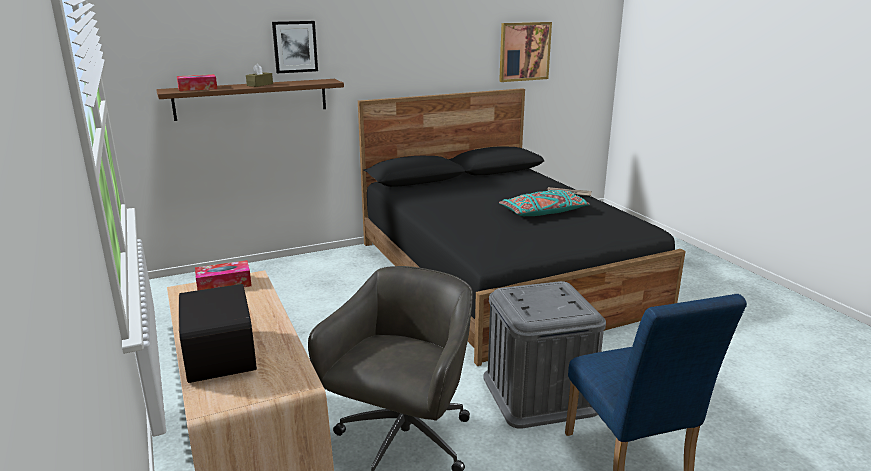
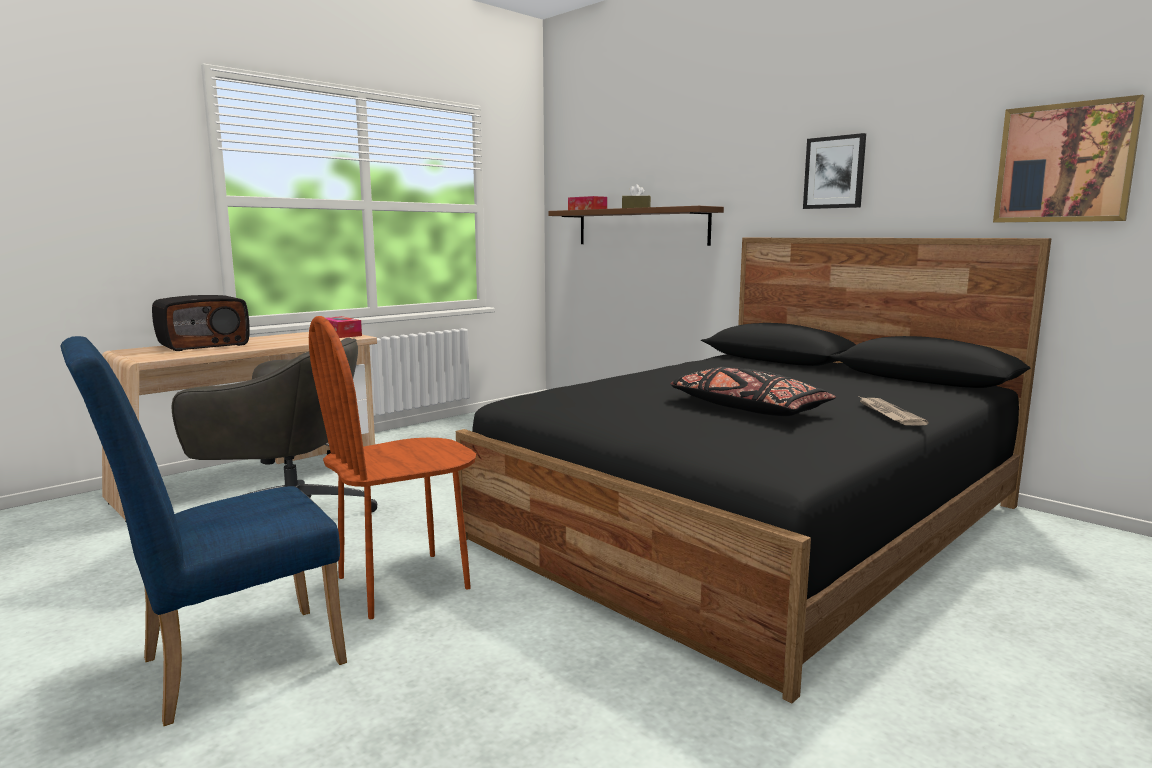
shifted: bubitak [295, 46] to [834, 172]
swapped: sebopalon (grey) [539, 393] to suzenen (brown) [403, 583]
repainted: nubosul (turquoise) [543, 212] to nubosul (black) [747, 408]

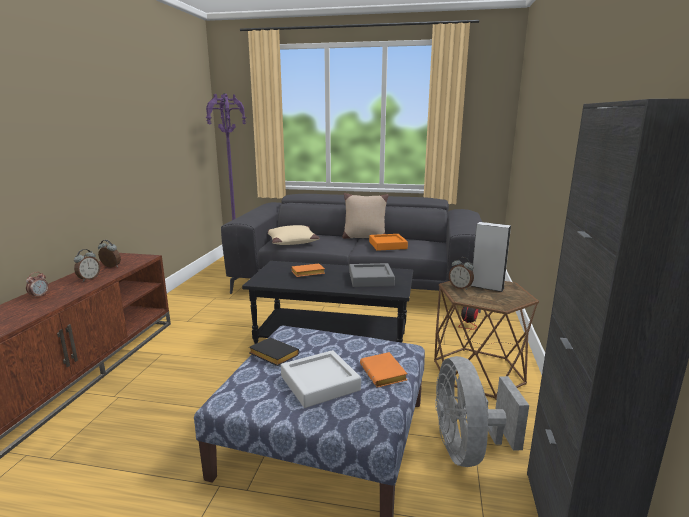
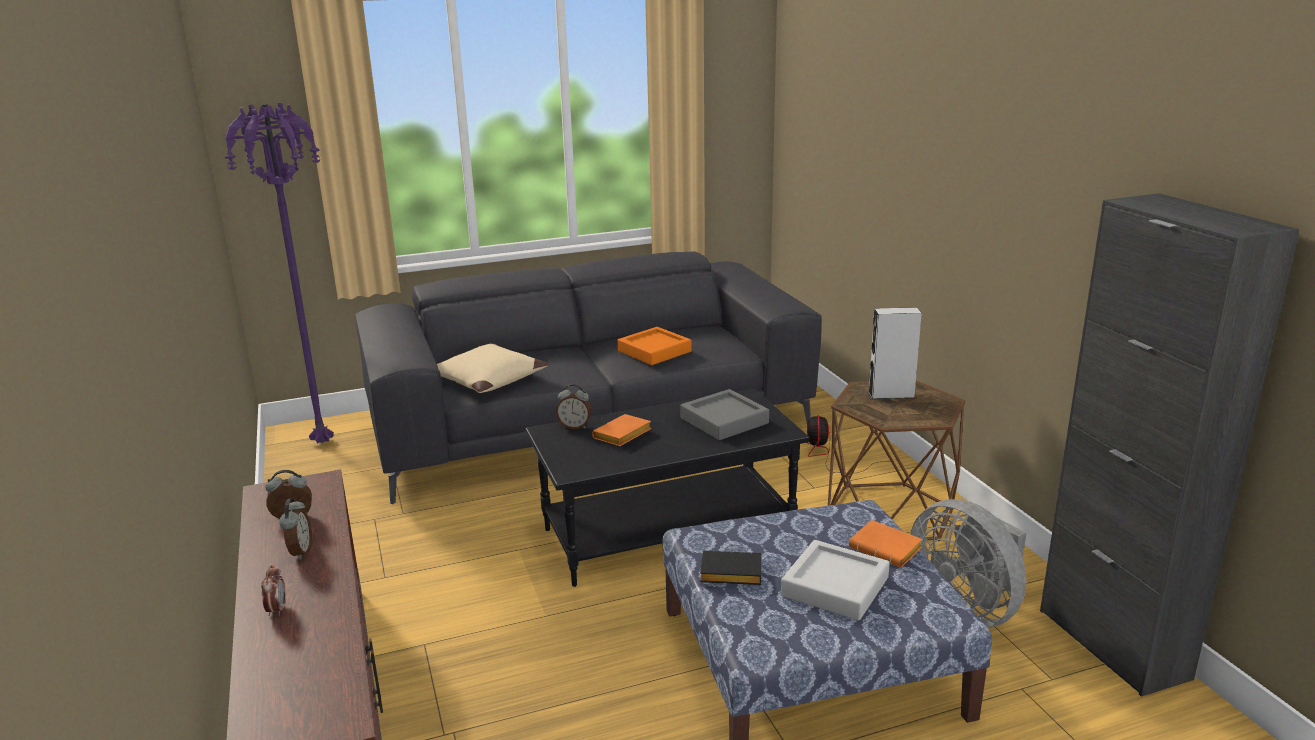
gone: nubosul (beige) [364, 238]
shifted: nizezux [460, 287] to [575, 426]

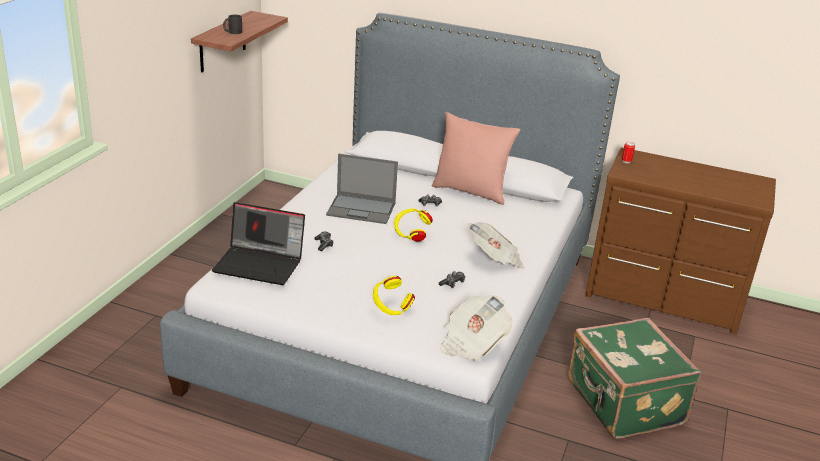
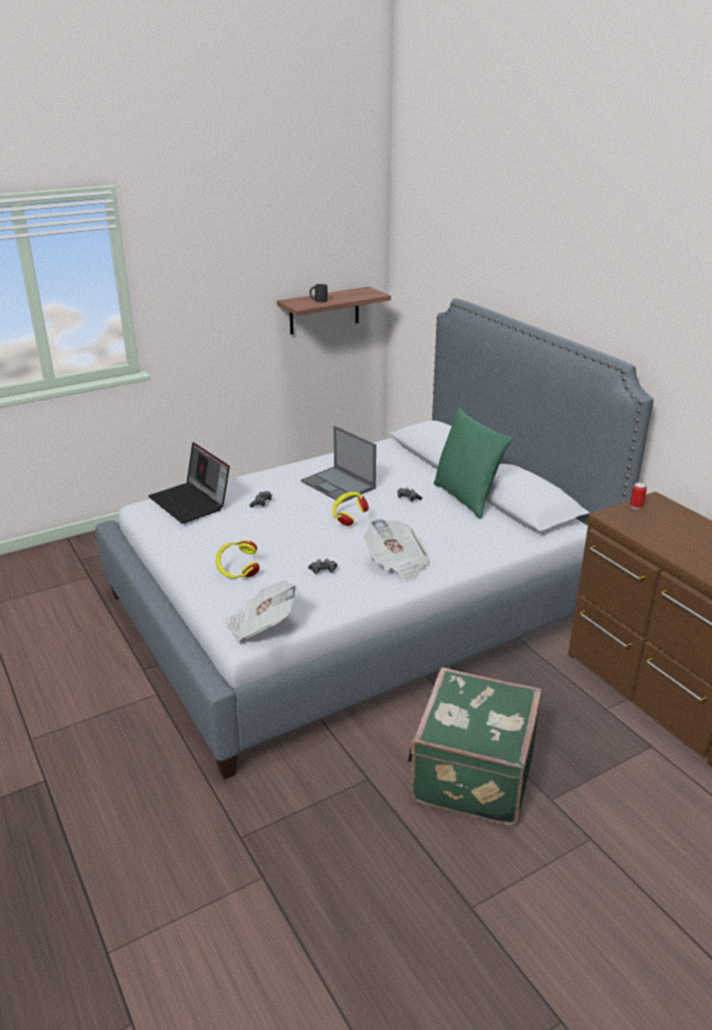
repainted: nubosul (pink) [470, 191] to nubosul (green) [466, 498]

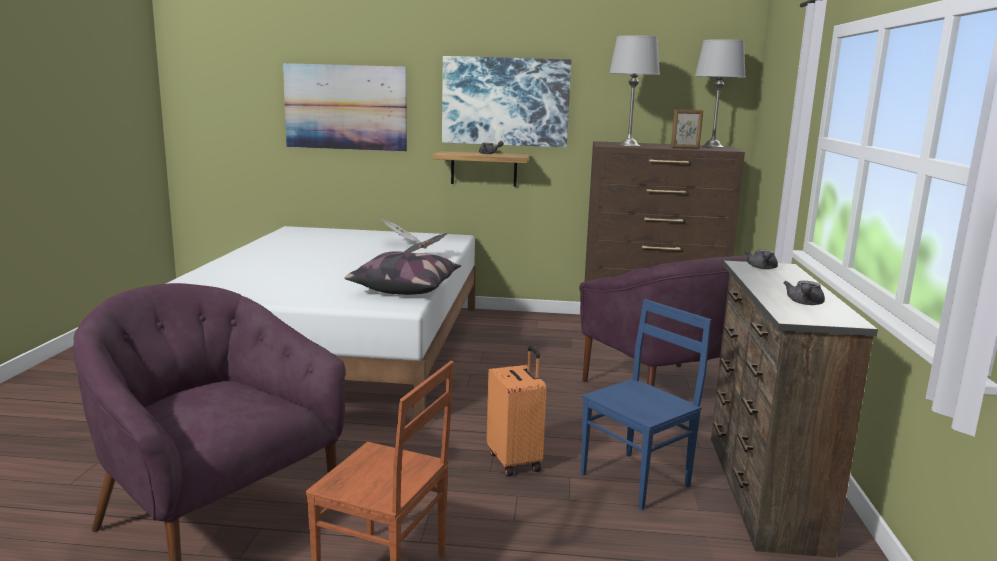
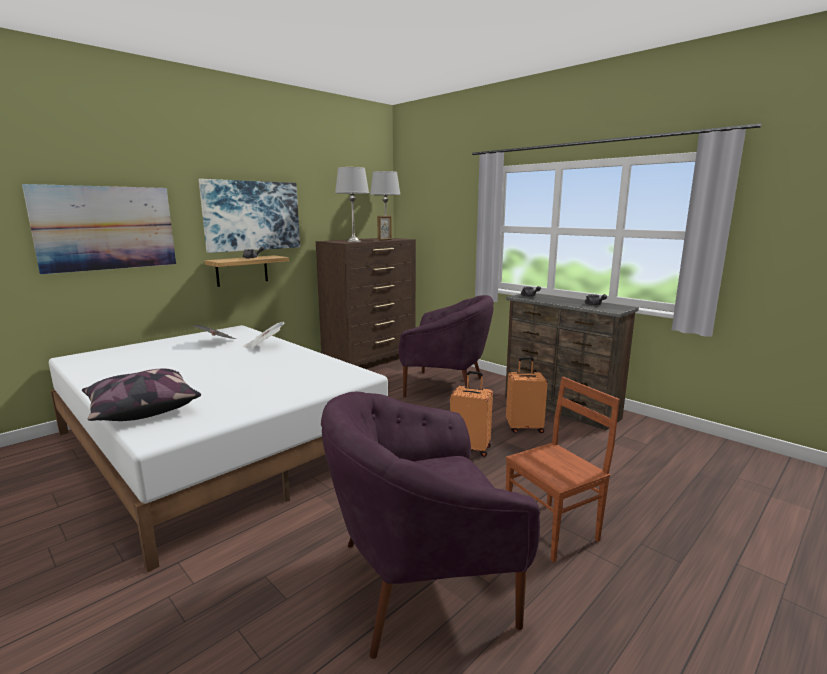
shifted: nubosul [405, 288] to [142, 409]
swapped: suzenen (blue) [637, 480] to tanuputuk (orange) [524, 428]

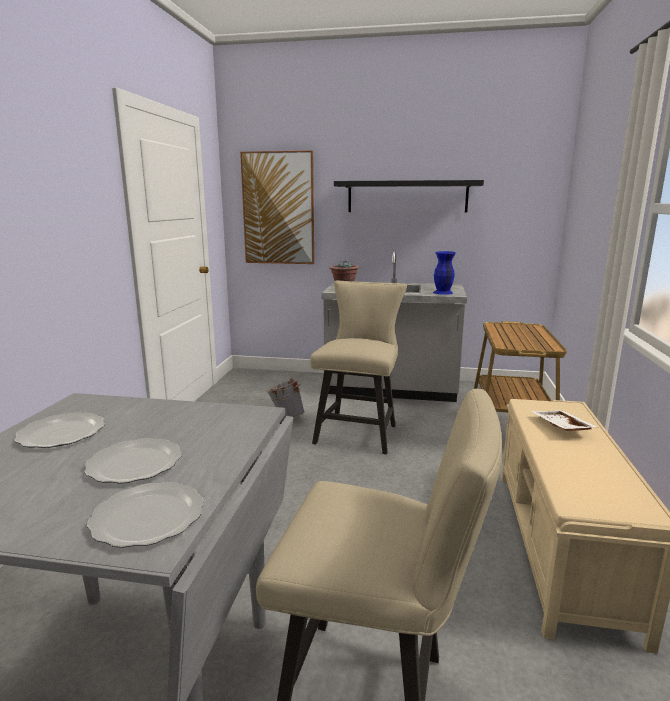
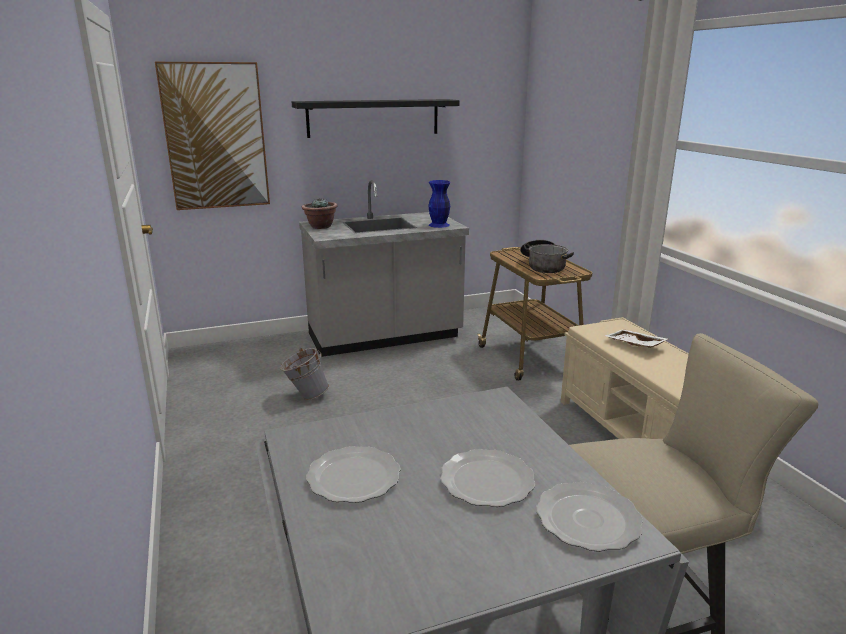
gone: suzenen (beige) [359, 432]
new: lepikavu [543, 266]

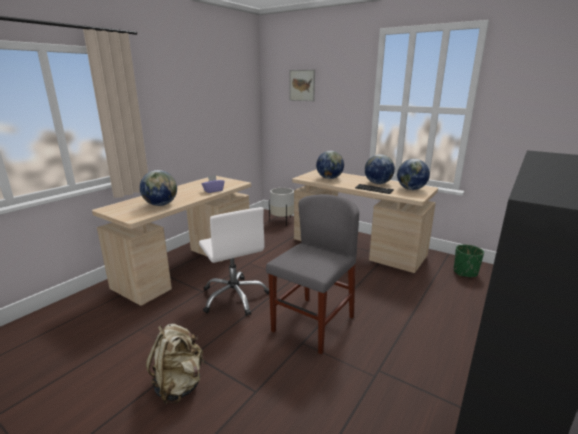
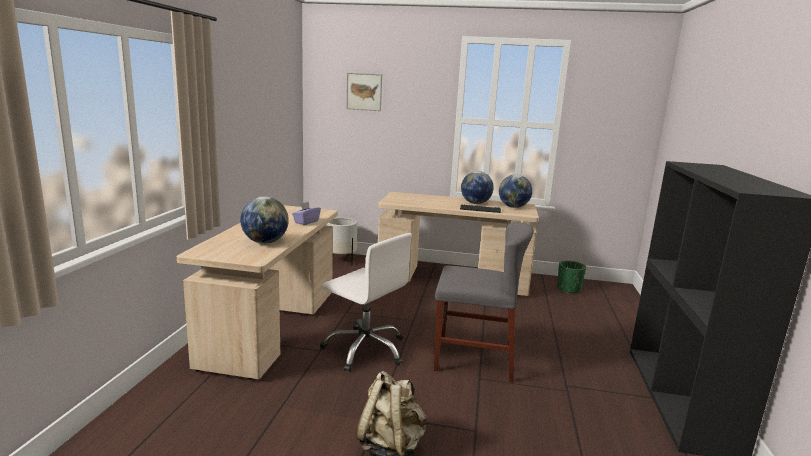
gone: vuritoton [329, 178]
rotated: suzenen (grey) [313, 324] = [474, 359] 90 degrees clockwise

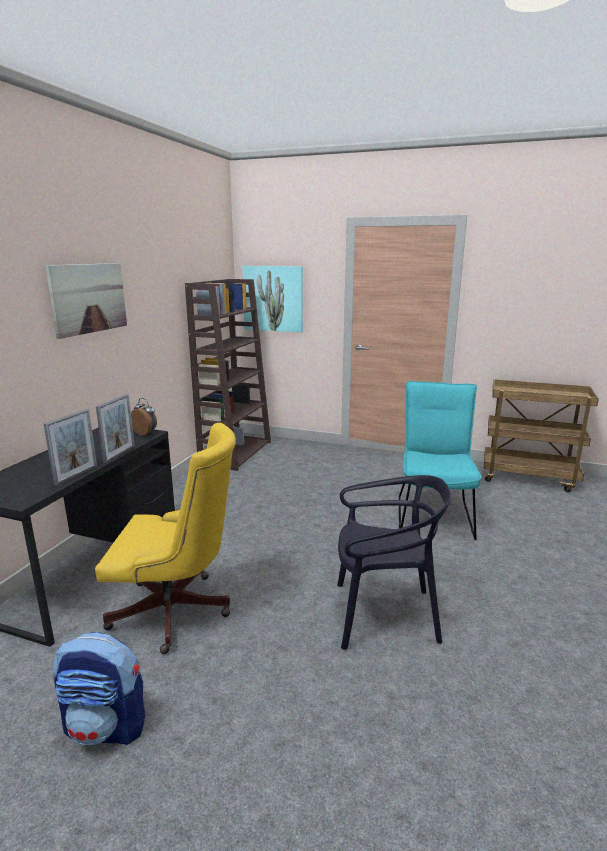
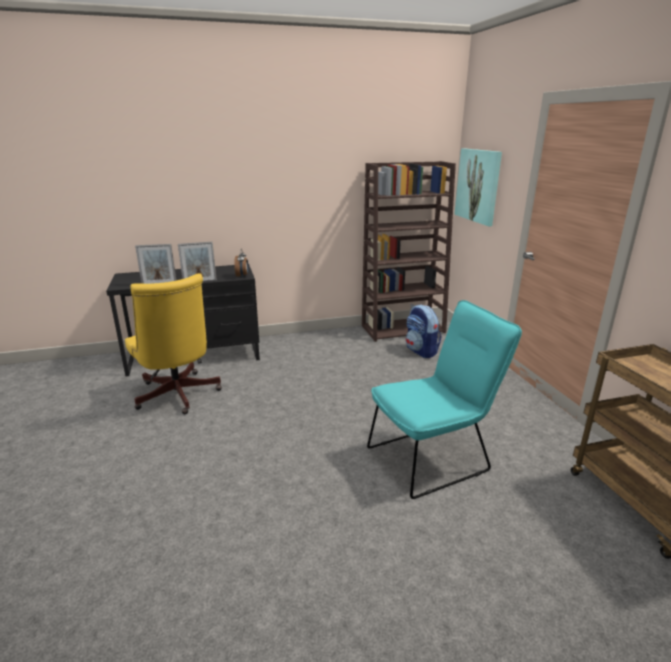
gone: bubitak [89, 298]; suzenen (black) [383, 615]
shifted: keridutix [107, 726] to [421, 351]

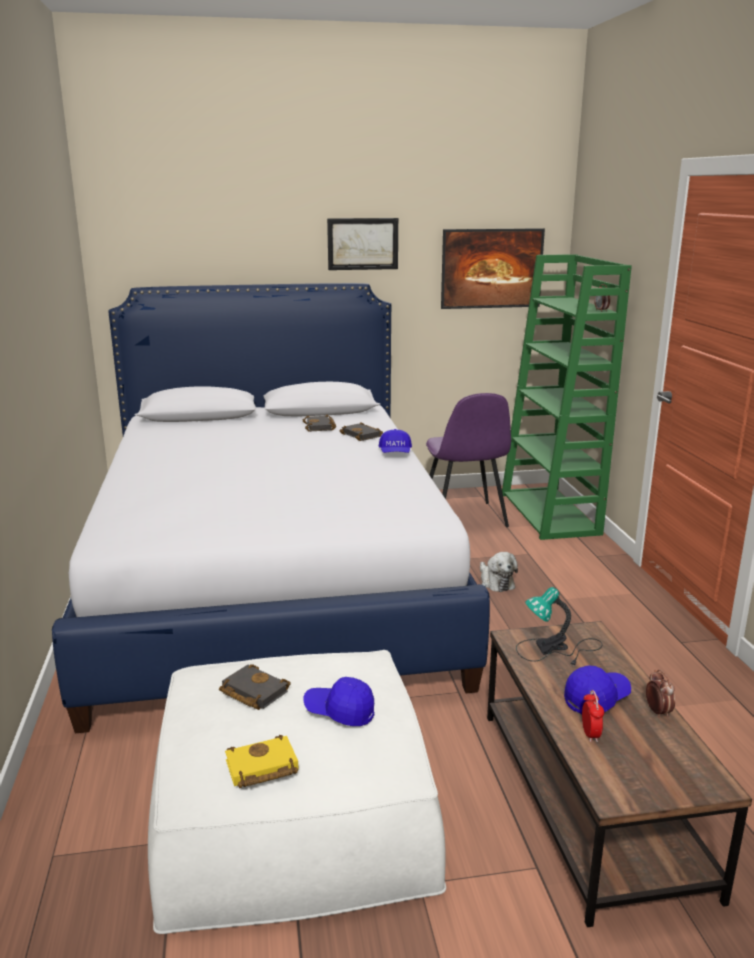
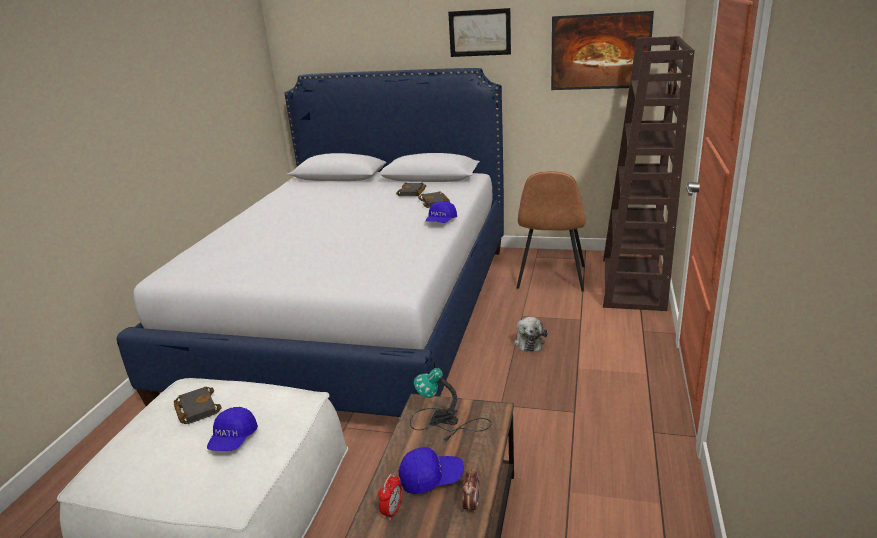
gone: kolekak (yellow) [260, 768]
repainted: suzenen (purple) [463, 518] to suzenen (brown) [551, 278]; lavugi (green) [550, 514] to lavugi (brown) [633, 284]
rotated: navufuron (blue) [340, 712] = [233, 439] 120 degrees counterclockwise

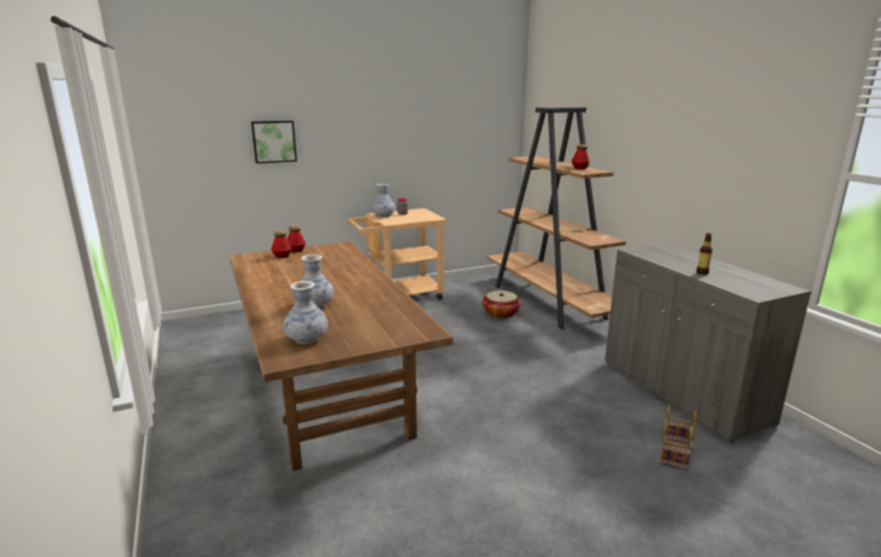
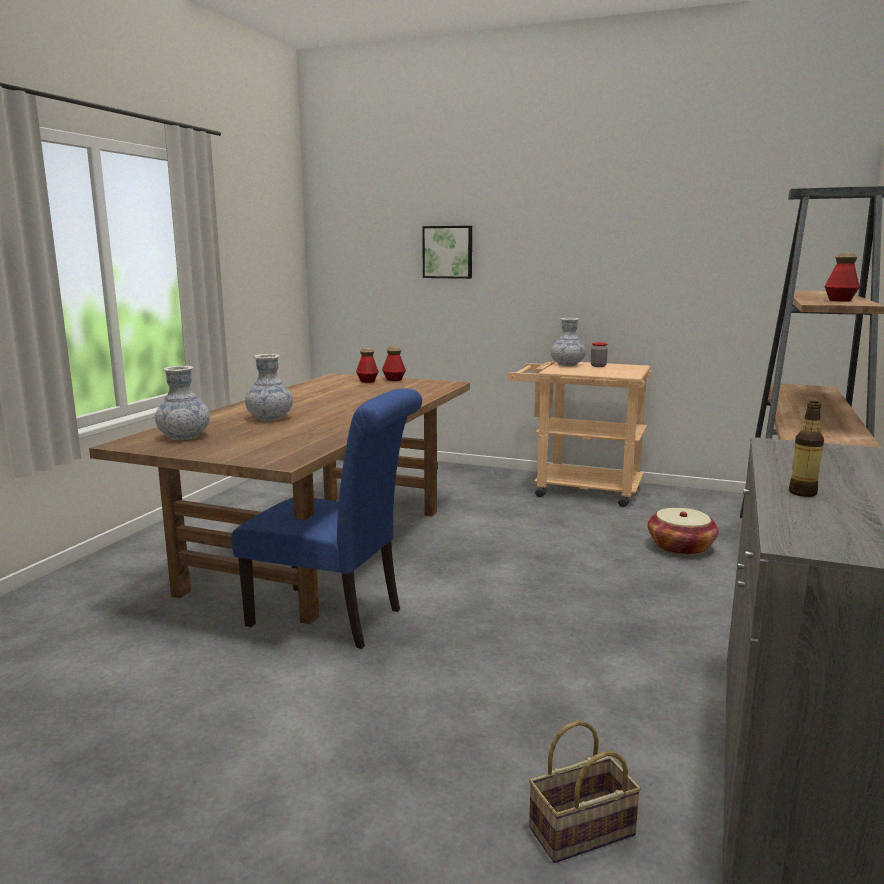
new: suzenen (blue) [334, 618]

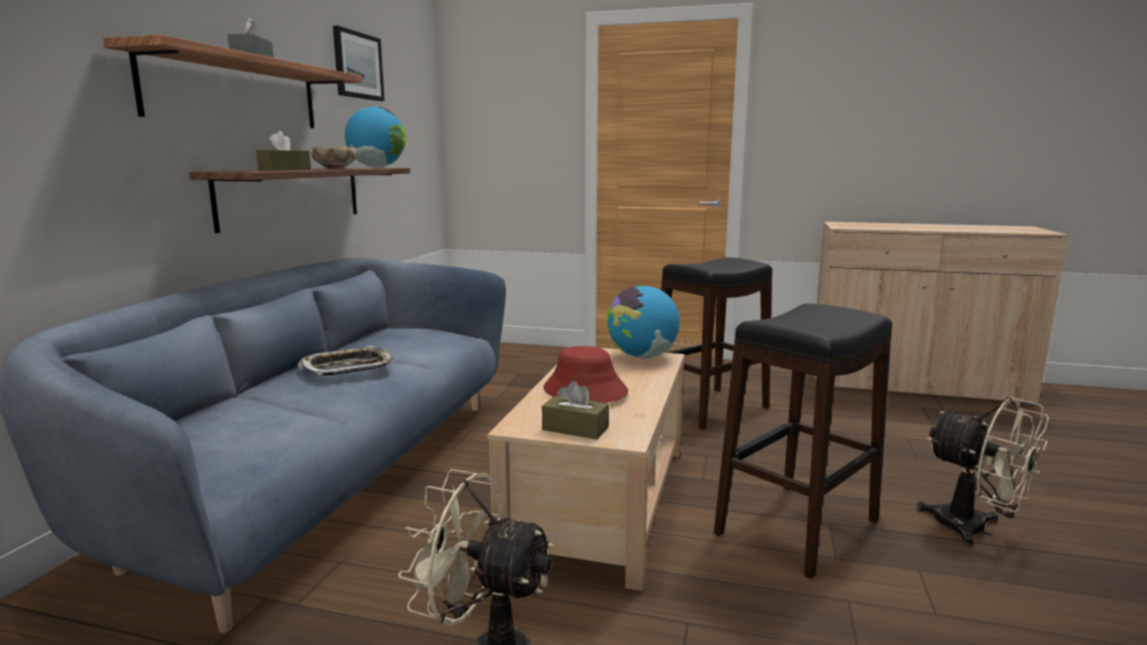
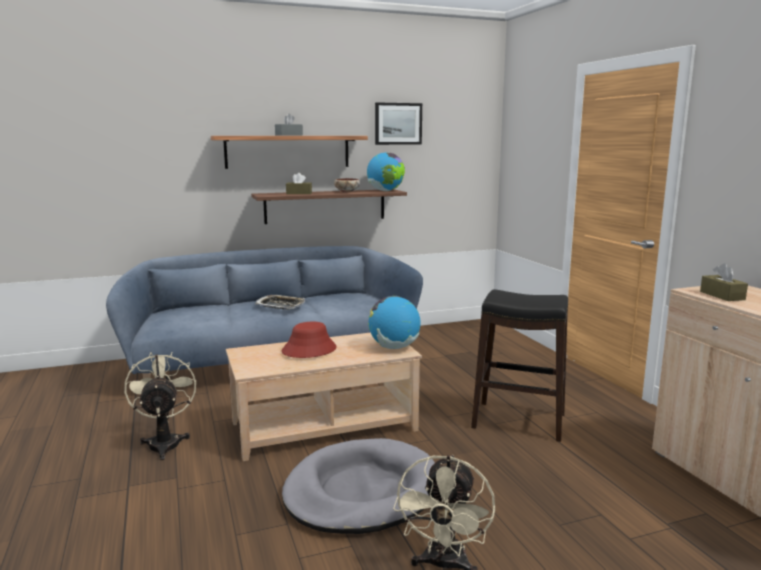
shifted: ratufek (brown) [575, 429] to [722, 295]
swapped: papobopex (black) [797, 528] to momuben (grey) [361, 491]

